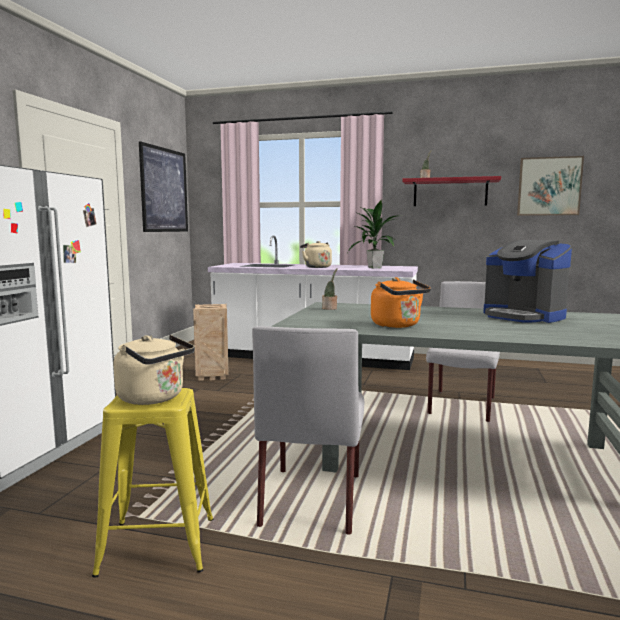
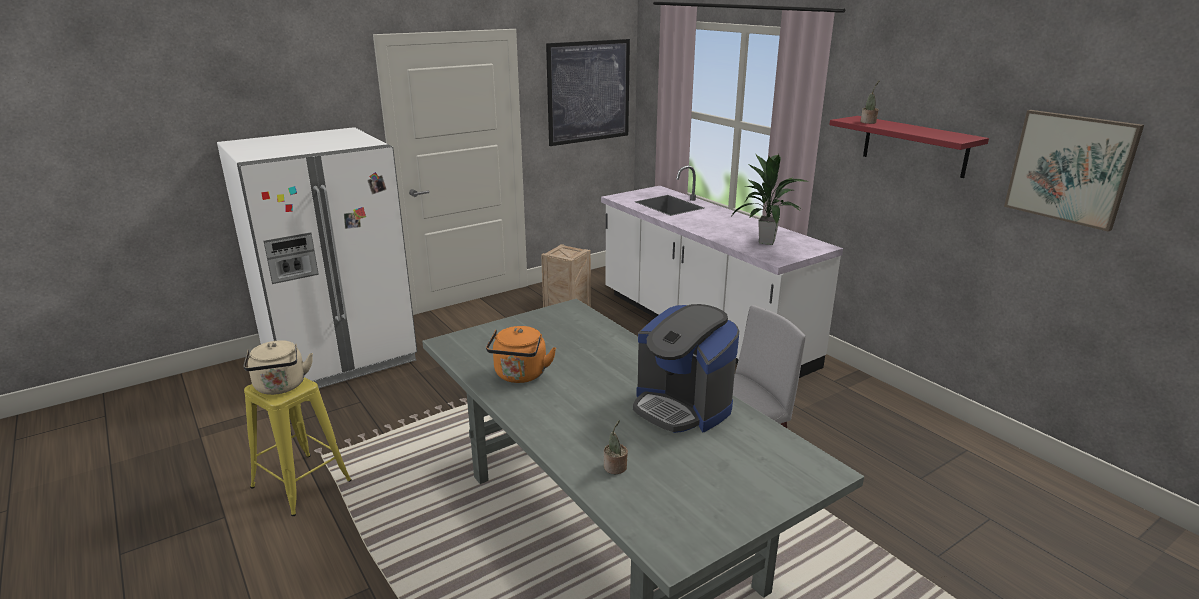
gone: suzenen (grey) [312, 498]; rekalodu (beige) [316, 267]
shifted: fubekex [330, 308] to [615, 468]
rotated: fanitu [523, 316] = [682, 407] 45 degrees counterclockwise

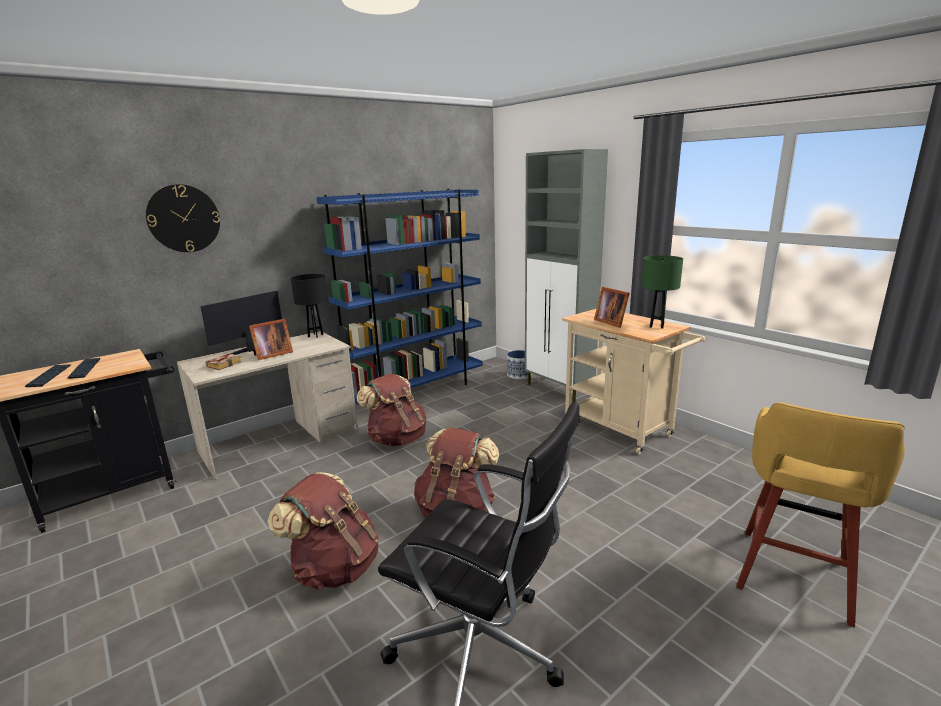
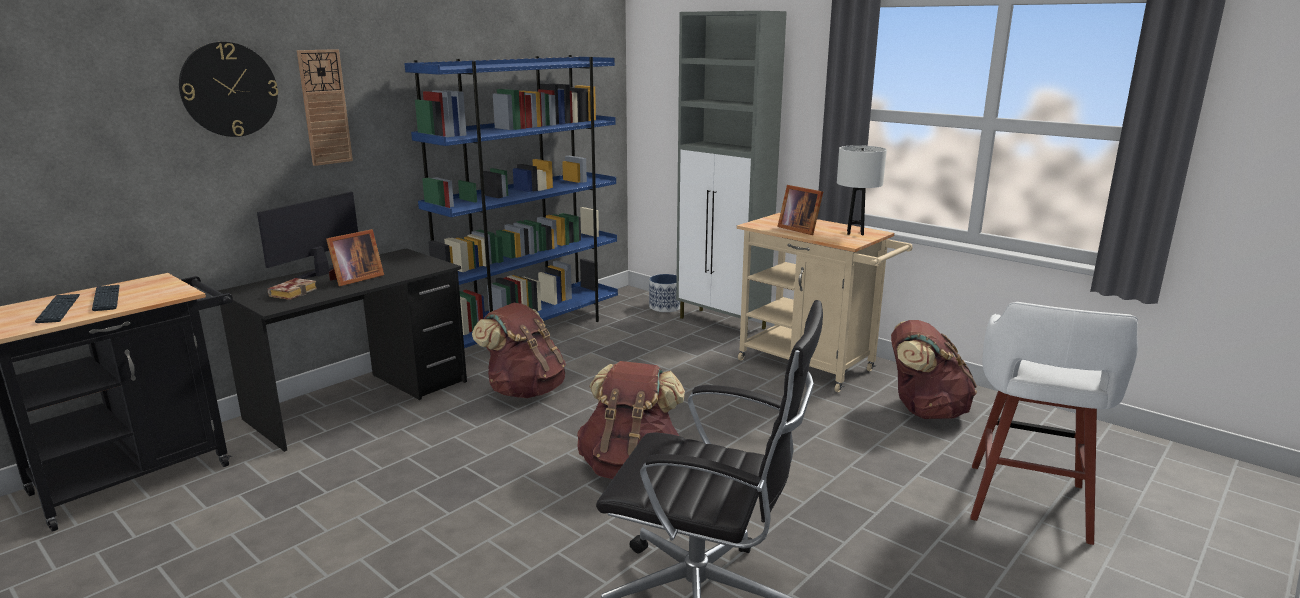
gone: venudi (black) [315, 335]
new: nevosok [325, 107]
shifted: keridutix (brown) [334, 568] to [925, 411]
repainted: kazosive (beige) [280, 440] to kazosive (black) [360, 400]; venudi (green) [656, 326] to venudi (white) [855, 233]; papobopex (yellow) [792, 577] to papobopex (white) [1027, 504]

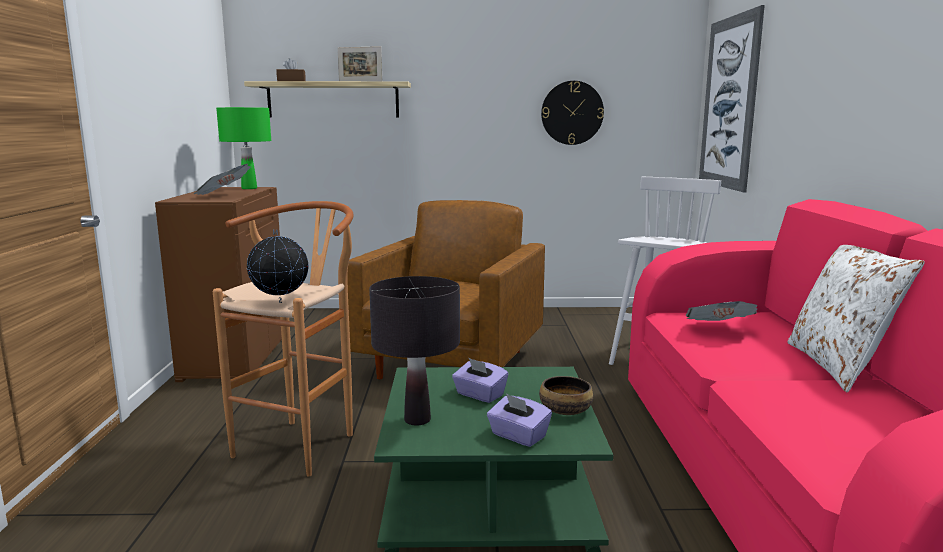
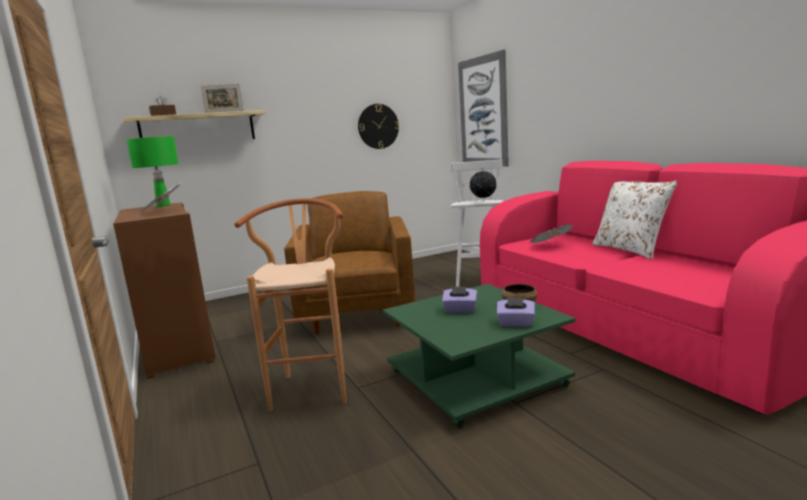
gone: venudi (black) [417, 420]
shifted: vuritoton [280, 302] to [483, 201]

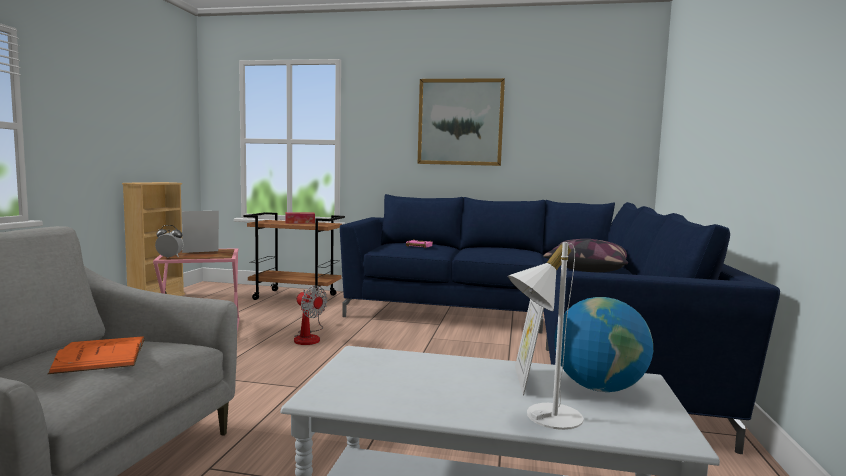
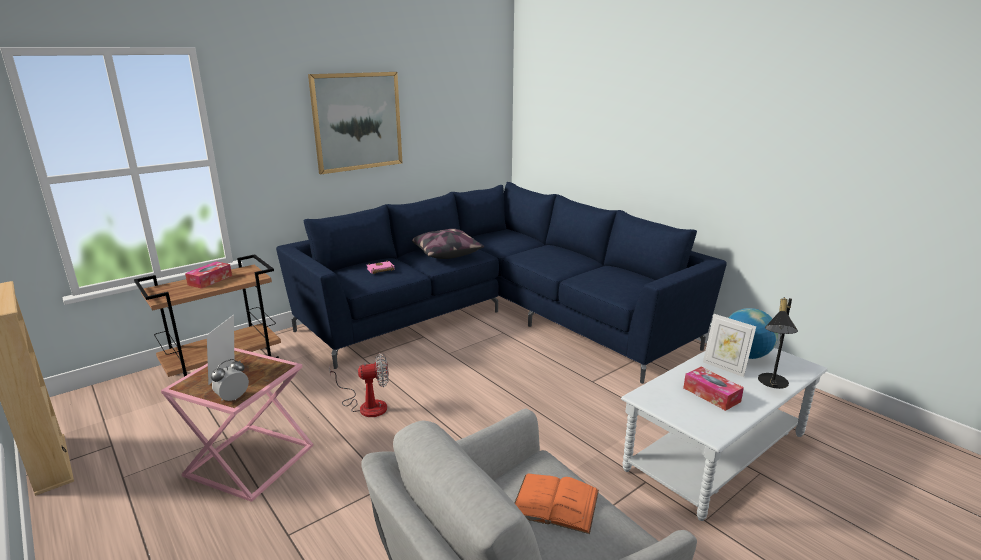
new: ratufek [711, 395]
shifted: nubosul [587, 269] to [445, 253]
repainted: venudi (white) [543, 416] to venudi (black) [771, 383]

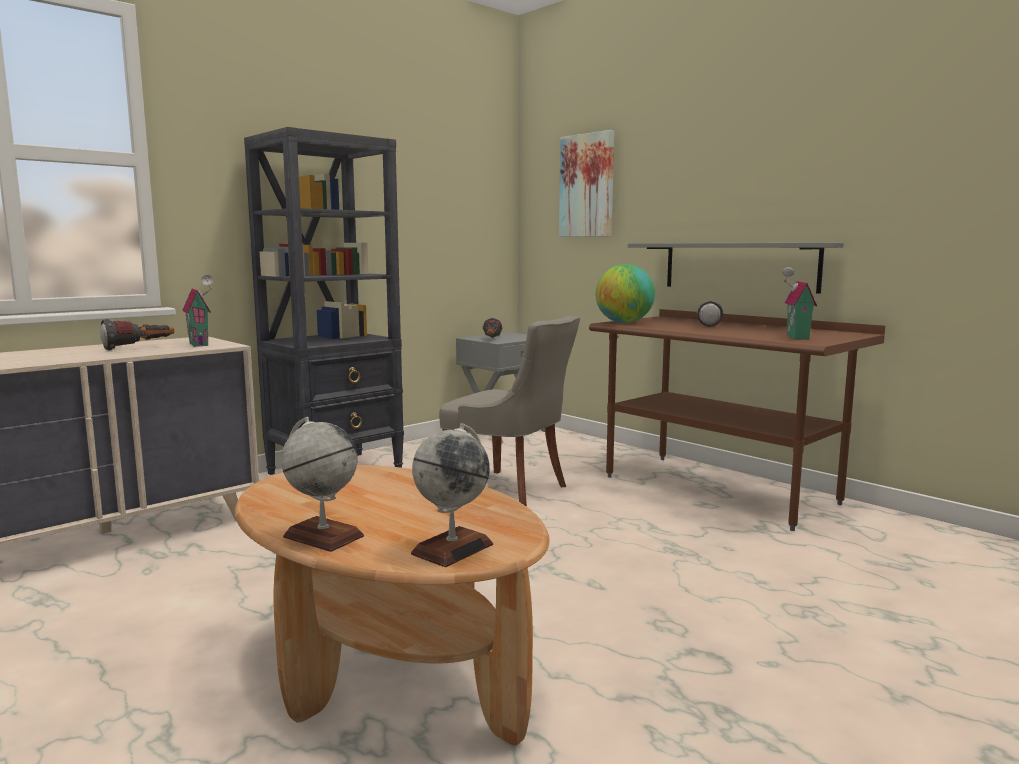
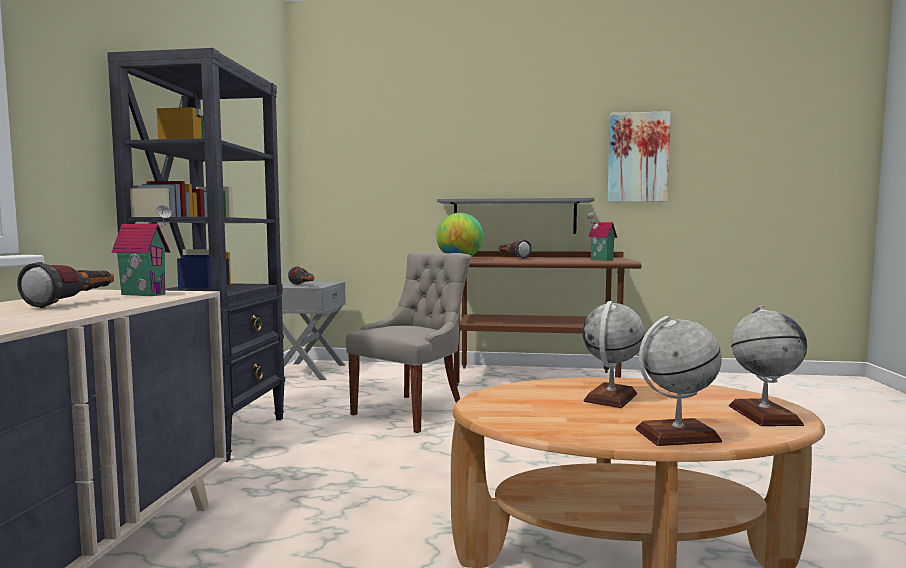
new: vuritoton [611, 397]
shifted: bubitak [587, 186] to [638, 157]
rotated: suzenen (grey) [510, 491] = [411, 411] 45 degrees counterclockwise

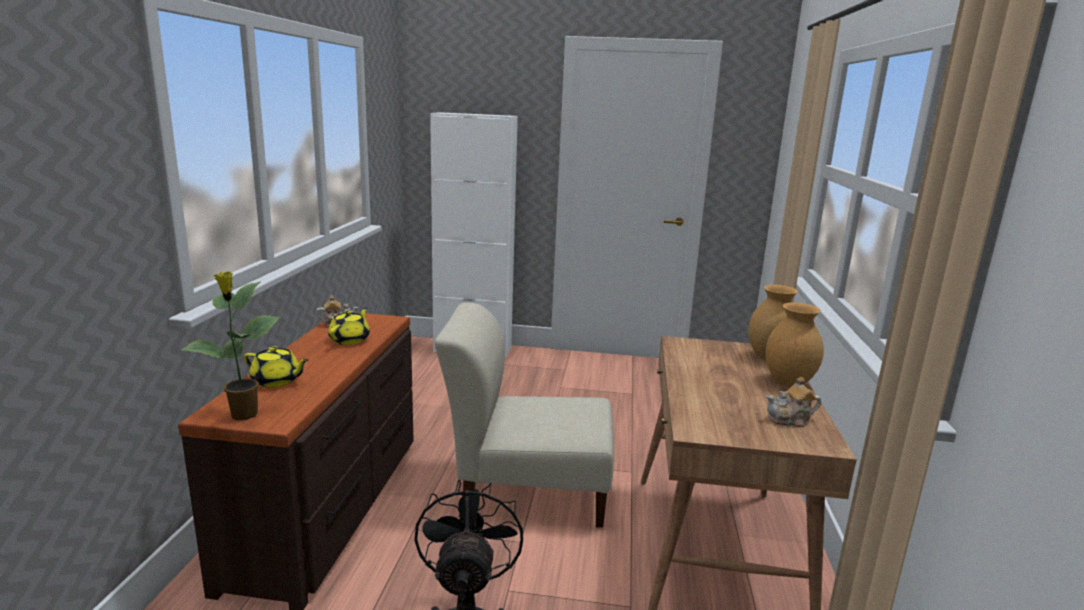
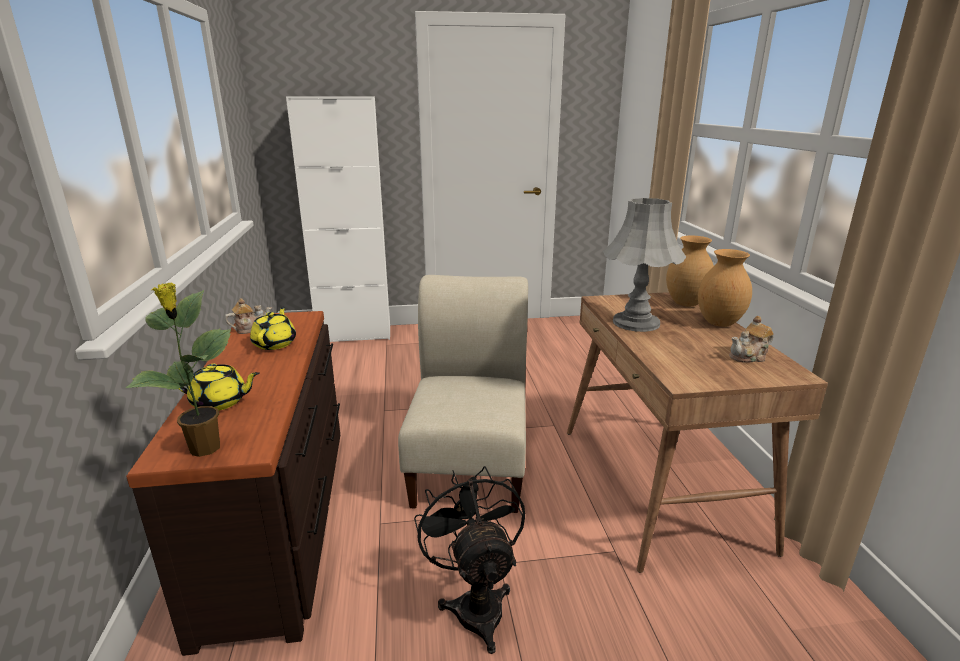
new: venudi (grey) [635, 322]
rotated: suzenen (beige) [527, 491] = [470, 462] 105 degrees clockwise

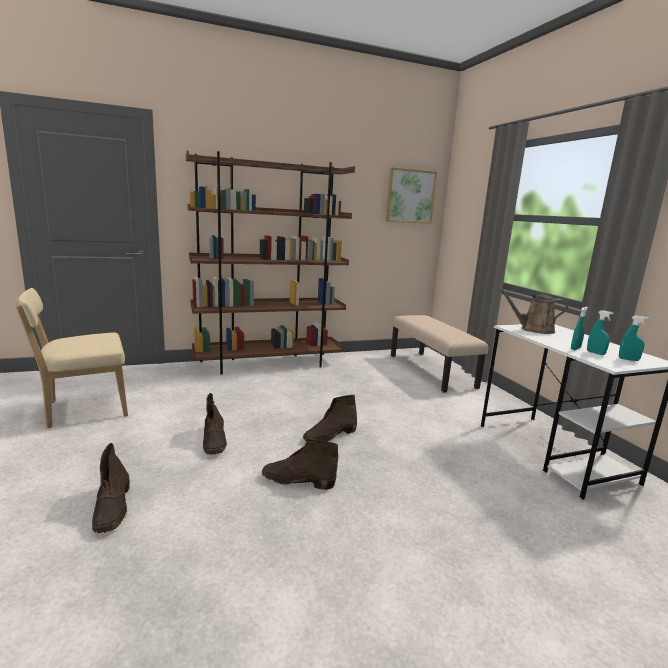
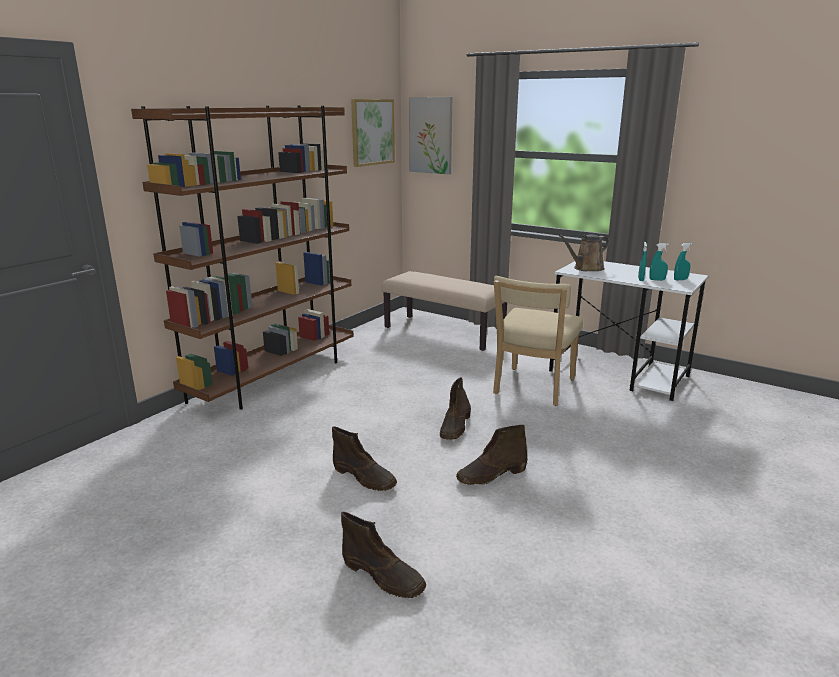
new: bubitak [431, 135]
shifted: suzenen (beige) [82, 409] to [532, 388]

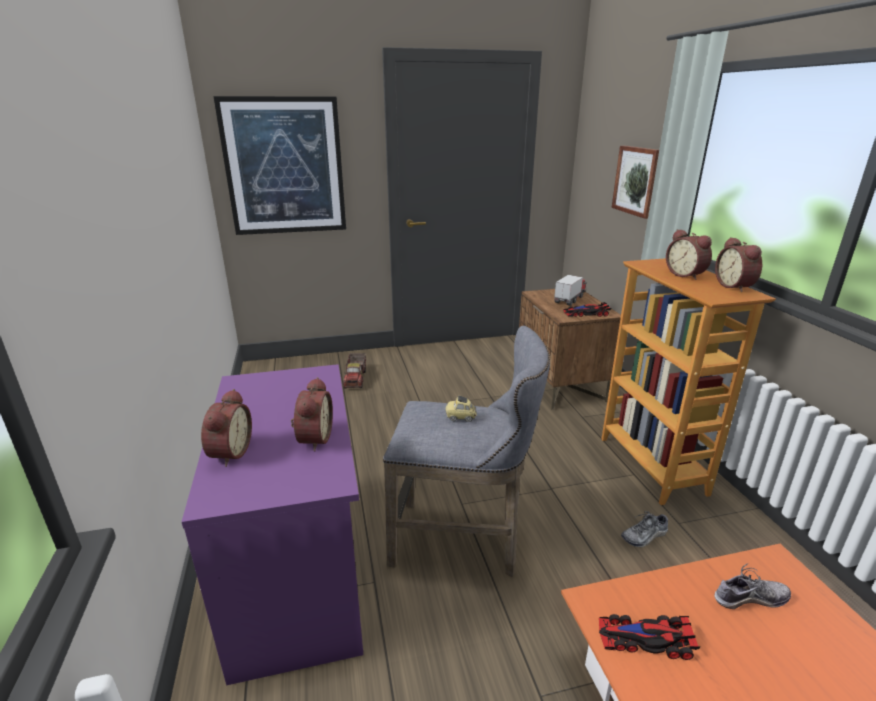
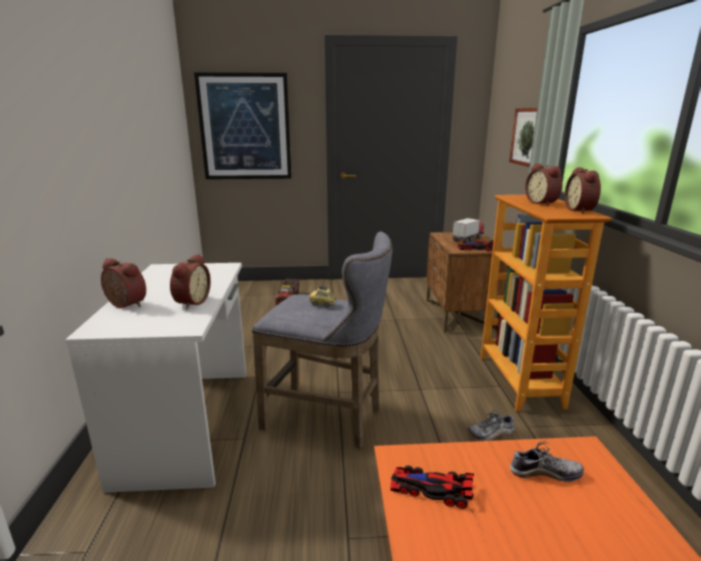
repainted: kazosive (purple) [300, 569] to kazosive (white) [190, 423]
rotated: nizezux [228, 453] = [124, 305] 75 degrees counterclockwise

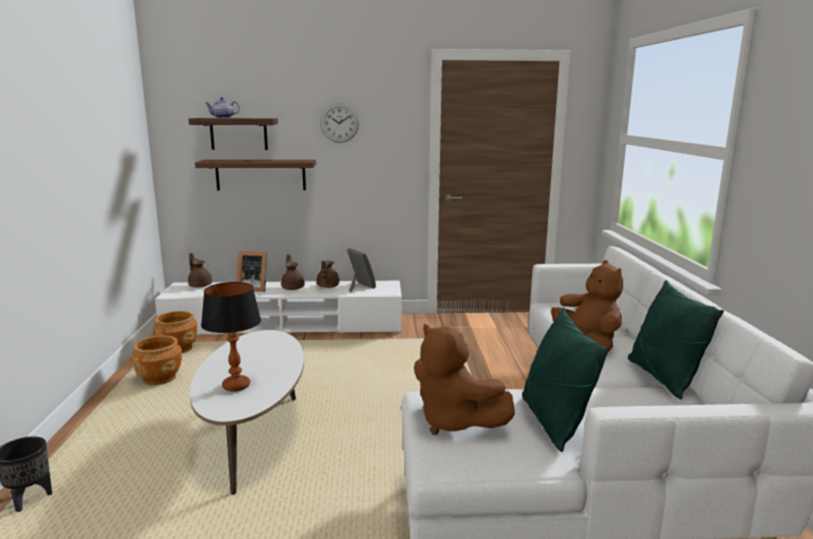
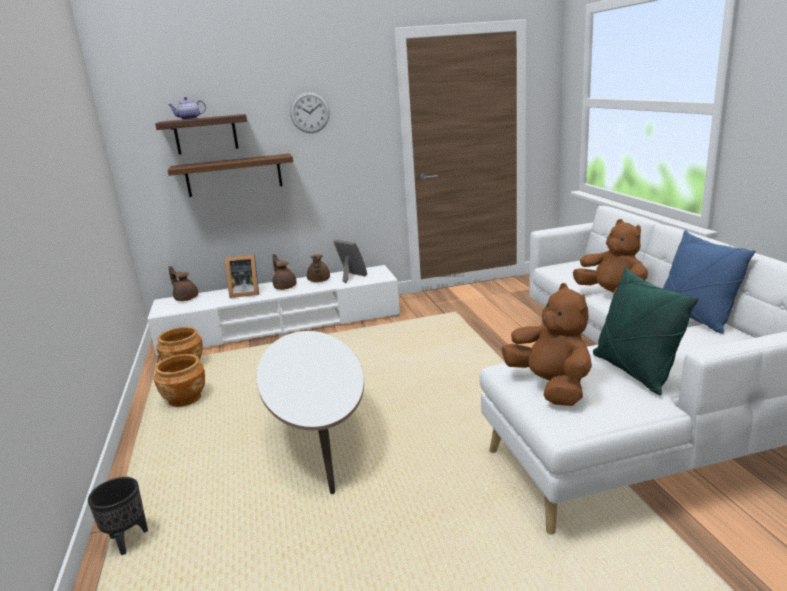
gone: venudi [236, 386]
repainted: nubosul (green) [662, 378] to nubosul (blue) [694, 318]
rotated: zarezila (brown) [454, 422] = [550, 386] 150 degrees counterclockwise

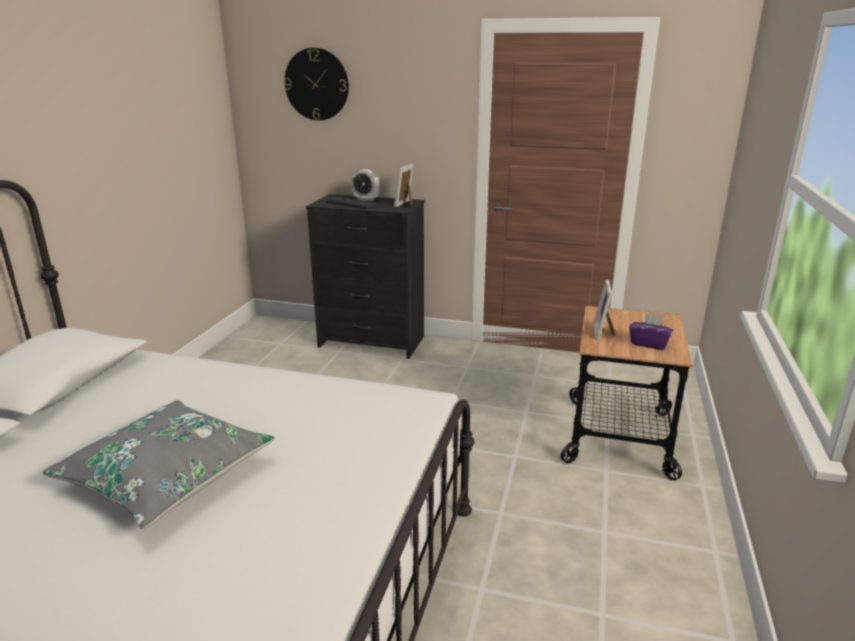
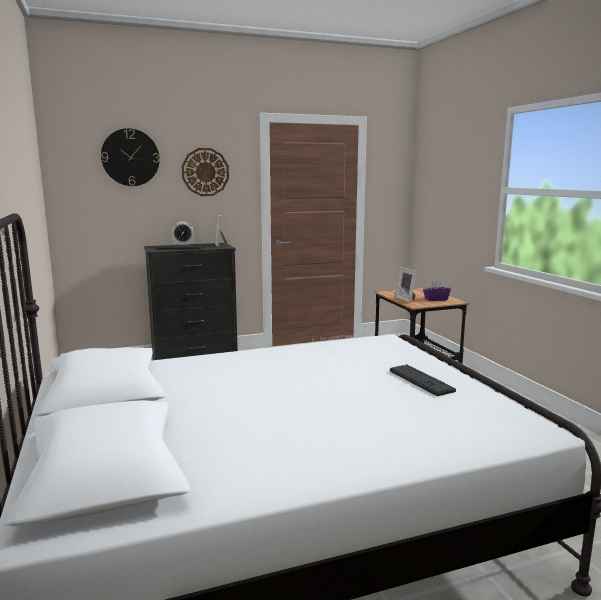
gone: nubosul (grey) [167, 475]
new: nevosok [205, 172]; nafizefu [421, 380]

